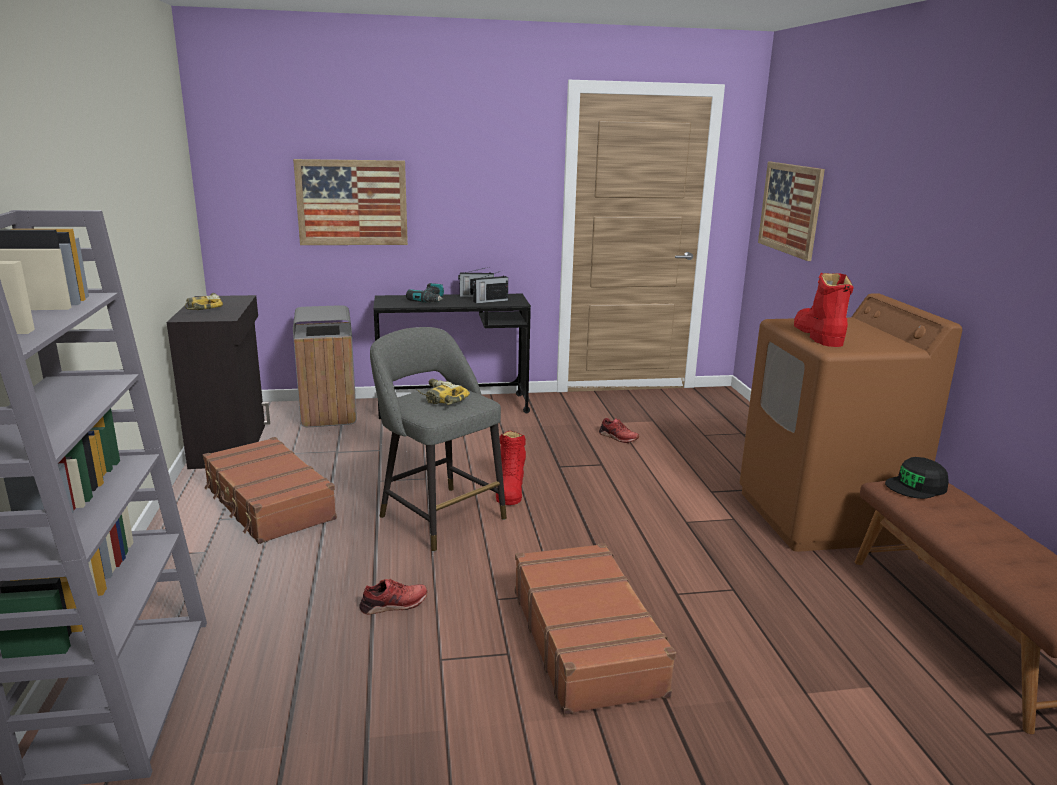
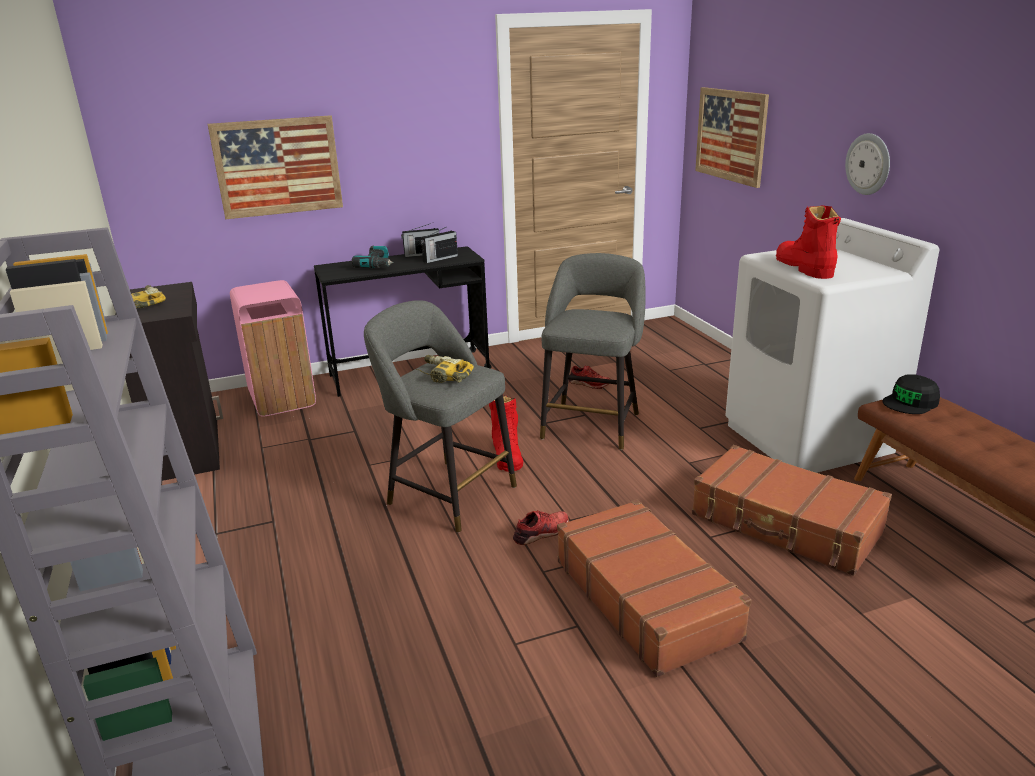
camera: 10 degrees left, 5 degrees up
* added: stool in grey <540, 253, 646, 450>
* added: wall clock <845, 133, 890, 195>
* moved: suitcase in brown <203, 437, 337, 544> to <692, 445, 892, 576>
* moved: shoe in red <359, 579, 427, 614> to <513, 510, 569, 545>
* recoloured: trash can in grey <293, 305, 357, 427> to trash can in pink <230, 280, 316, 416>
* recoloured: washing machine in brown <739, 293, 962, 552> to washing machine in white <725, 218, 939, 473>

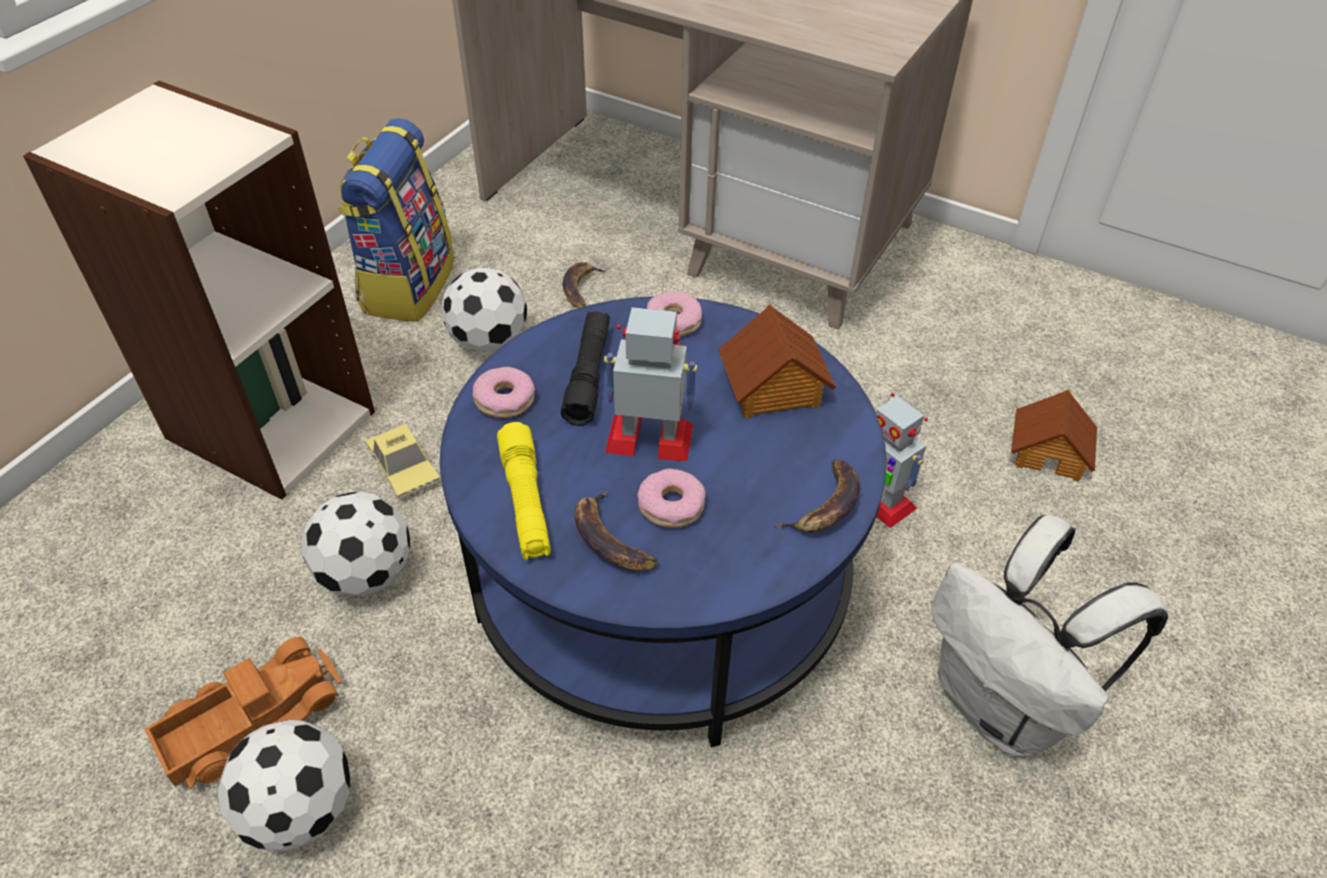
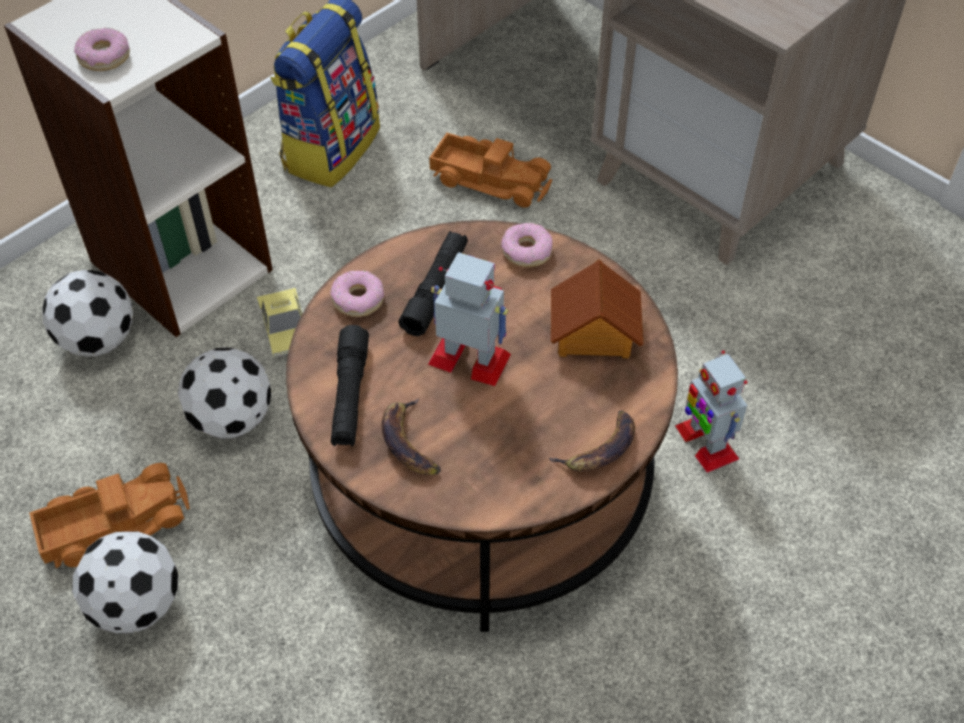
camera: 15 degrees right, 5 degrees up
* removed: backpack in white <932, 515, 1168, 757>
* removed: toy house <1011, 390, 1097, 482>
* moved: football <441, 267, 527, 352> to <42, 269, 133, 357>
* moved: donut <638, 469, 705, 528> to <74, 28, 130, 71>
* replaced: banana <563, 262, 607, 308> to toy truck <429, 133, 552, 208>
* recoloured: coffee table in blue <440, 296, 887, 747> to coffee table in brown <286, 220, 678, 632>
* recoloured: flashlight in yellow <497, 422, 551, 560> to flashlight in black <331, 325, 369, 447>

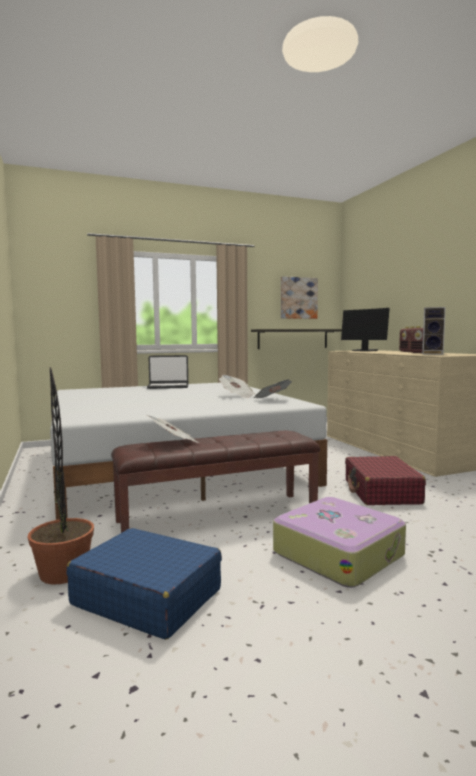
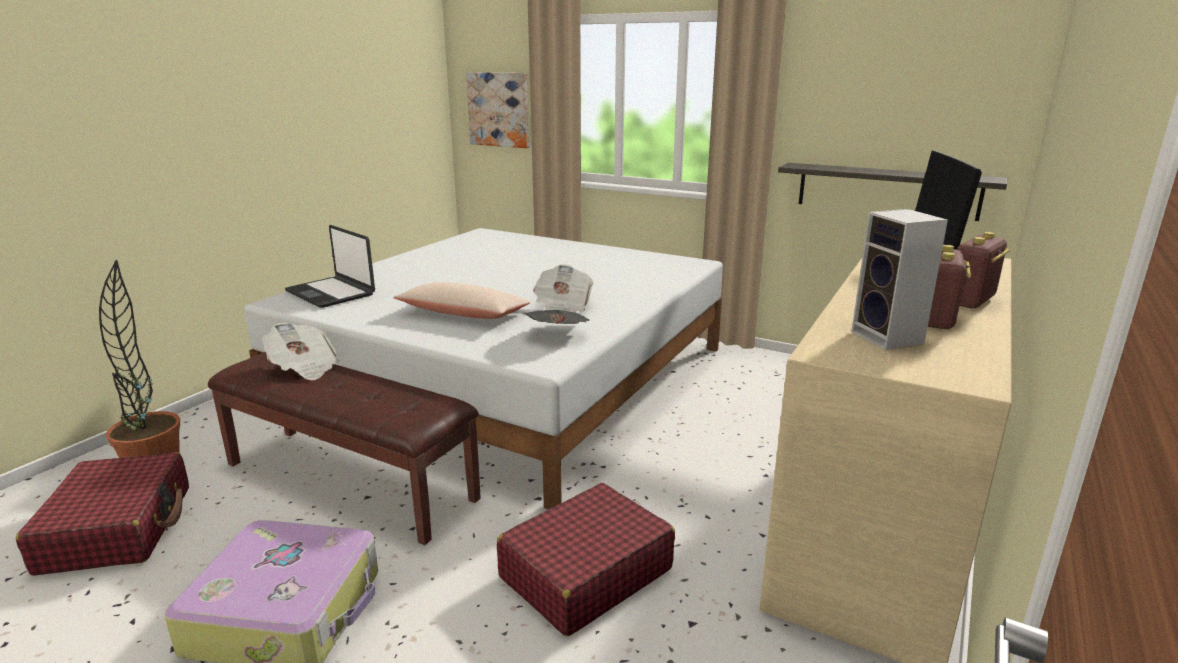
camera: 50 degrees right, 15 degrees up
* added: pillow in beige <393, 282, 531, 319>
* moved: laptop <147, 355, 188, 389> to <285, 225, 375, 308>
* moved: picture <281, 276, 318, 319> to <466, 72, 529, 148>
* recoloured: suitcase in blue <67, 528, 222, 640> to suitcase in red <16, 452, 189, 576>

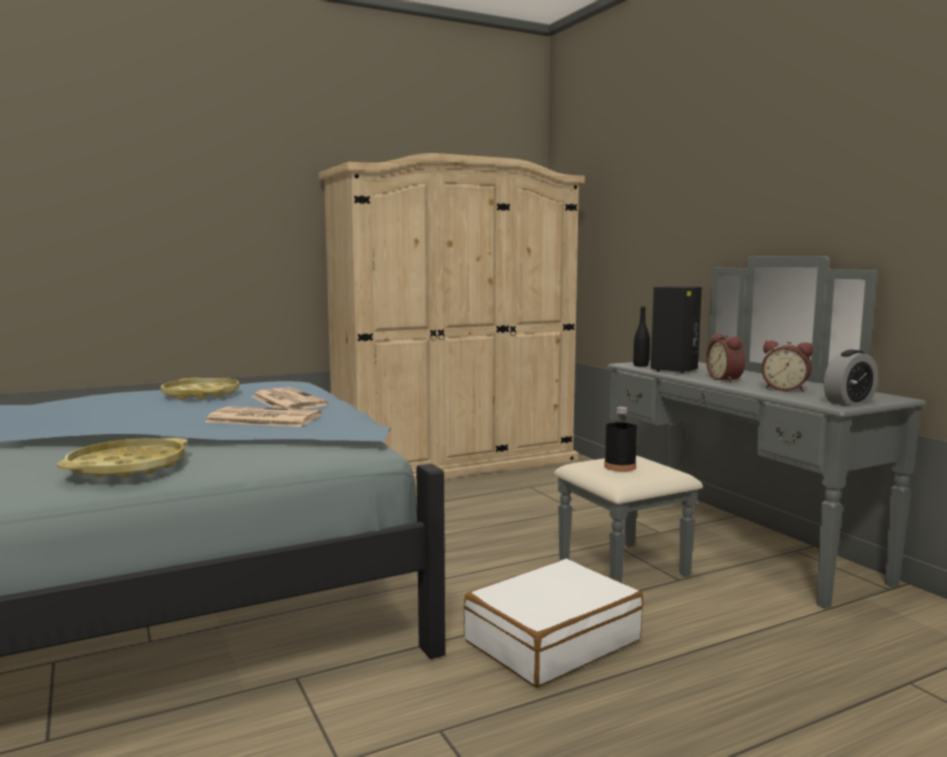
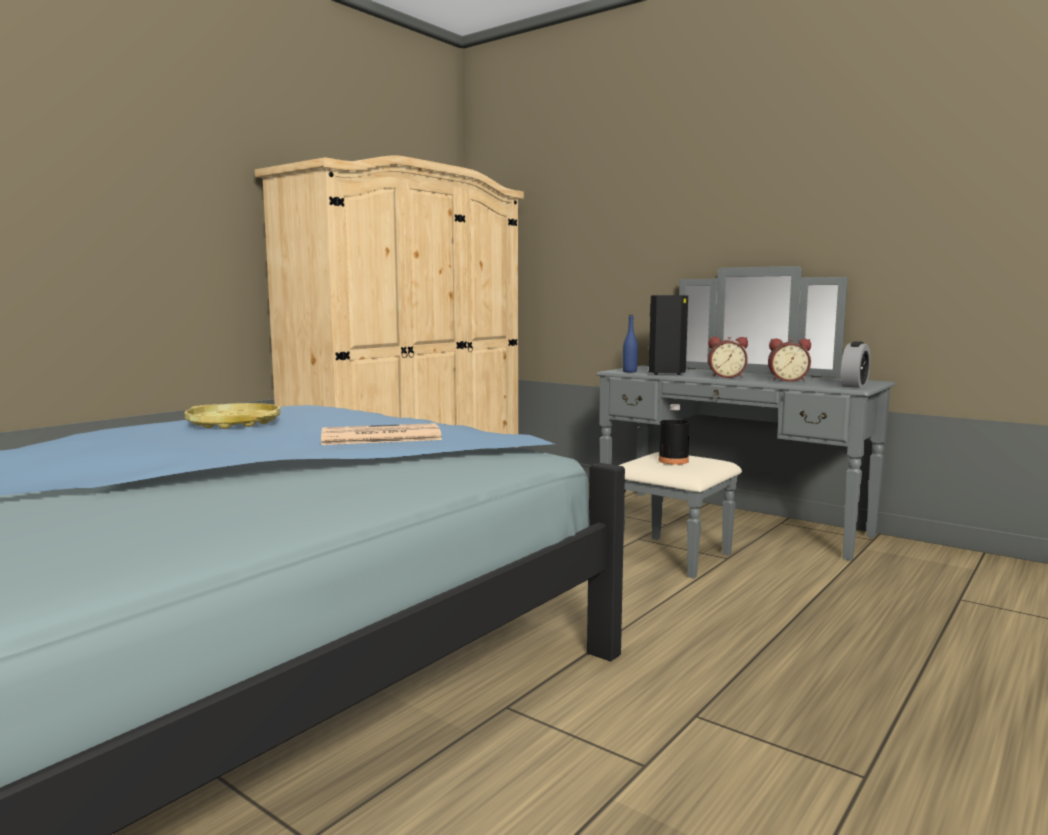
camera: 25 degrees left, 0 degrees up
* removed: tray in yellow <57, 438, 188, 478>
* removed: newspaper <252, 387, 328, 409>
* removed: suitcase in white <464, 559, 643, 687>
* recoloured: bottle in black <633, 306, 650, 367> to bottle in blue <623, 315, 638, 372>
* turned: alarm clock <706, 333, 745, 382> = <708, 337, 748, 378> 45 degrees counterclockwise

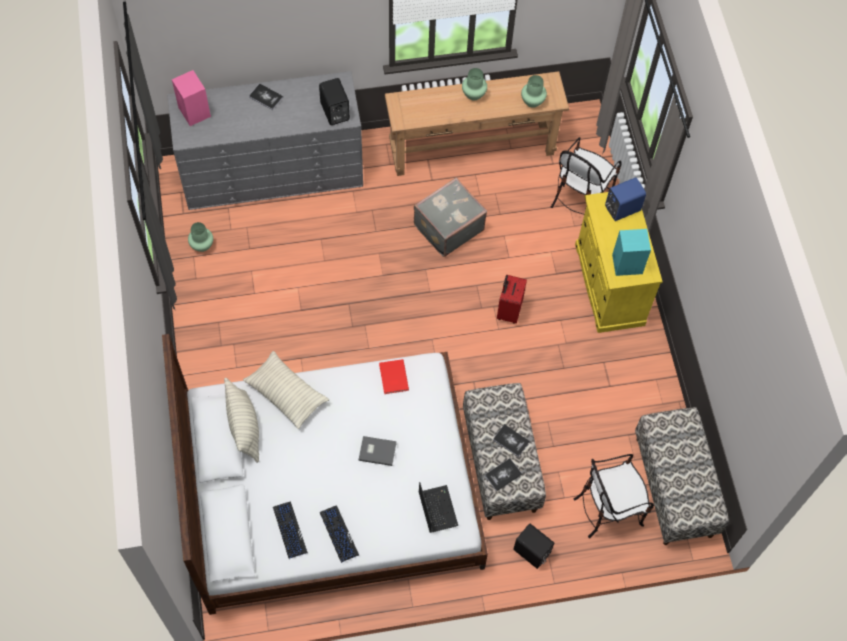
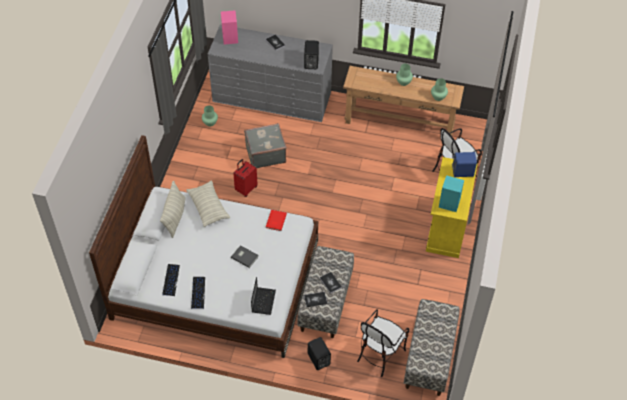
camera: 25 degrees right, 10 degrees down
* moved: suitcase in grey <414, 178, 487, 257> to <244, 123, 287, 168>
* moved: suitcase in red <497, 275, 527, 324> to <233, 159, 257, 197>
* turned: chair <573, 454, 654, 538> = <357, 309, 409, 377> 60 degrees counterclockwise

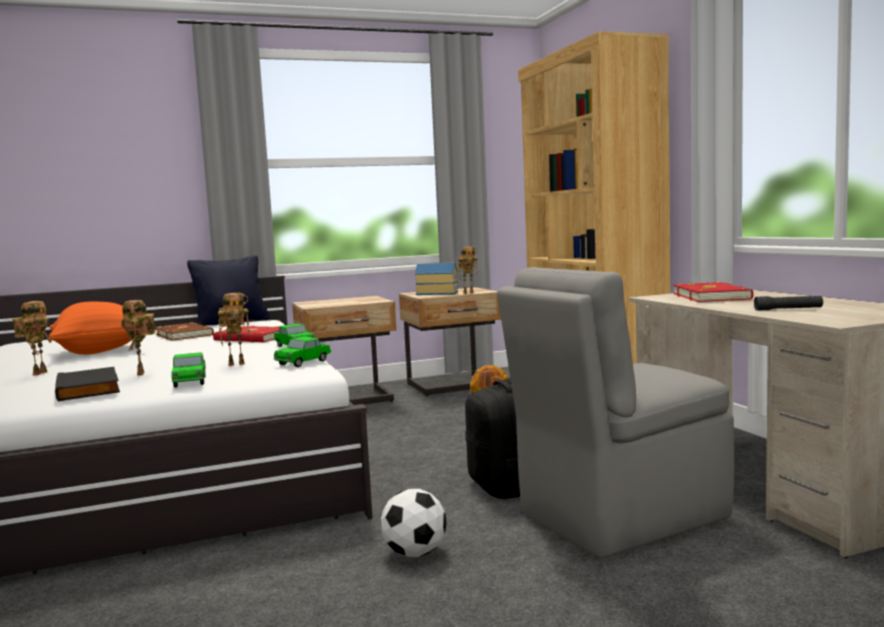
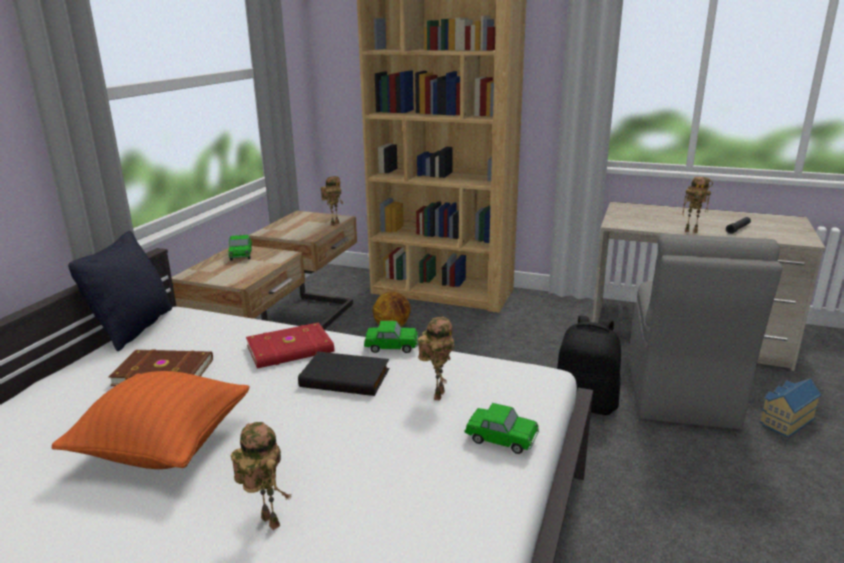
camera: 50 degrees left, 15 degrees up
* removed: football <381, 489, 447, 557>
* removed: book in red <673, 282, 754, 302>
* moved: book in black <55, 367, 120, 401> to <298, 351, 389, 396>
* moved: toy robot <121, 300, 156, 376> to <683, 177, 713, 233>
* moved: toy car <274, 337, 331, 367> to <228, 235, 252, 260>
* moved: toy house <415, 263, 458, 295> to <759, 378, 822, 438>

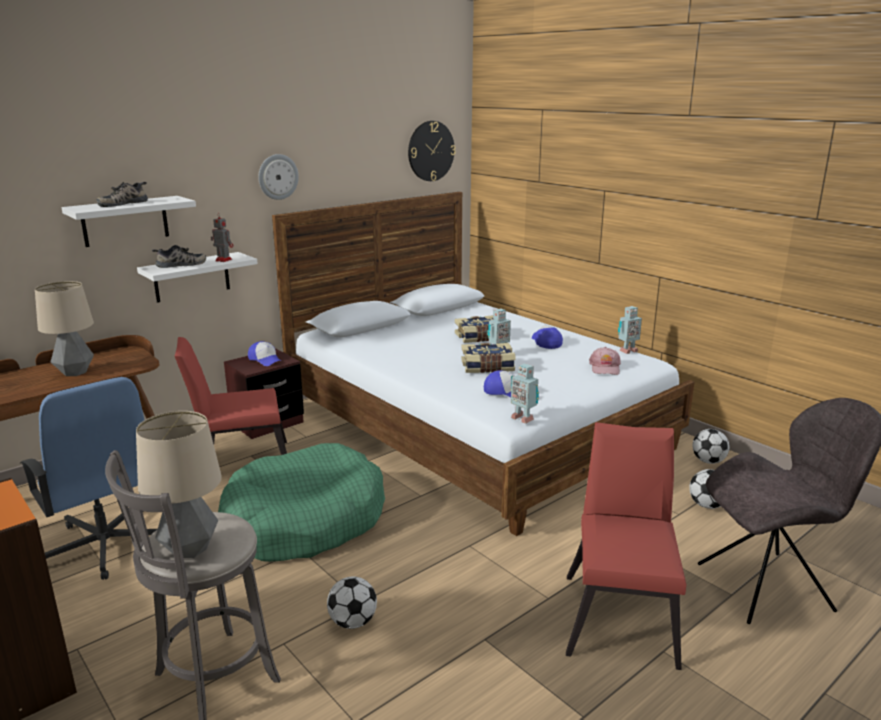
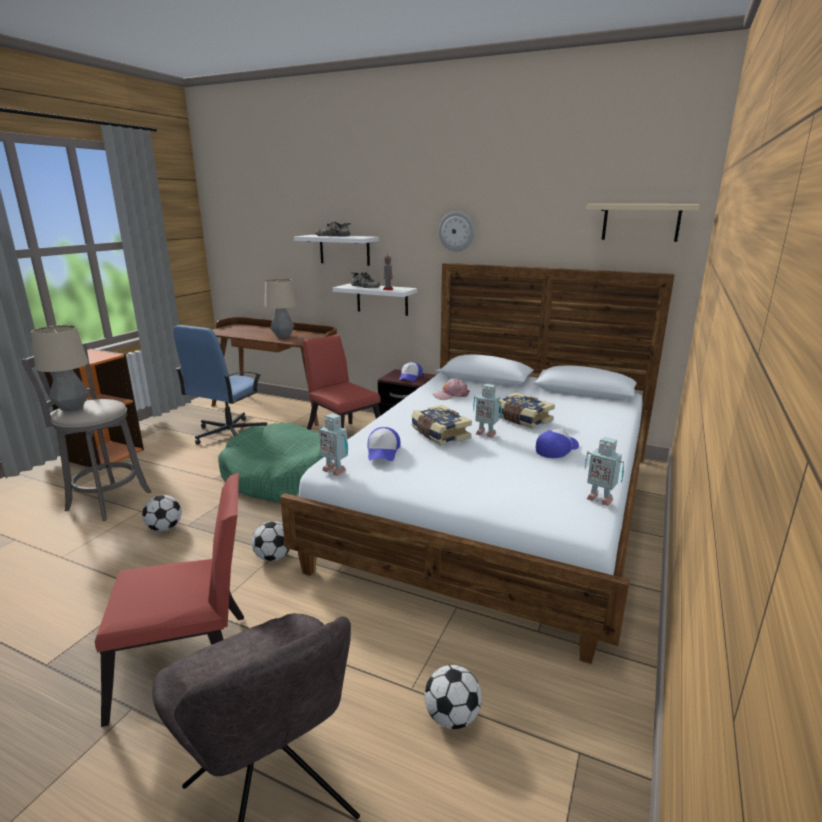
camera: 65 degrees right, 0 degrees up
* moved: cap in pink <589, 347, 621, 375> to <432, 378, 470, 400>
* moved: football <693, 429, 730, 464> to <252, 521, 290, 561>
* replaced: wall clock <408, 121, 455, 181> to shelf in beige <587, 204, 699, 242>
* turned: toy robot <511, 363, 539, 424> = <319, 413, 348, 476> 75 degrees counterclockwise

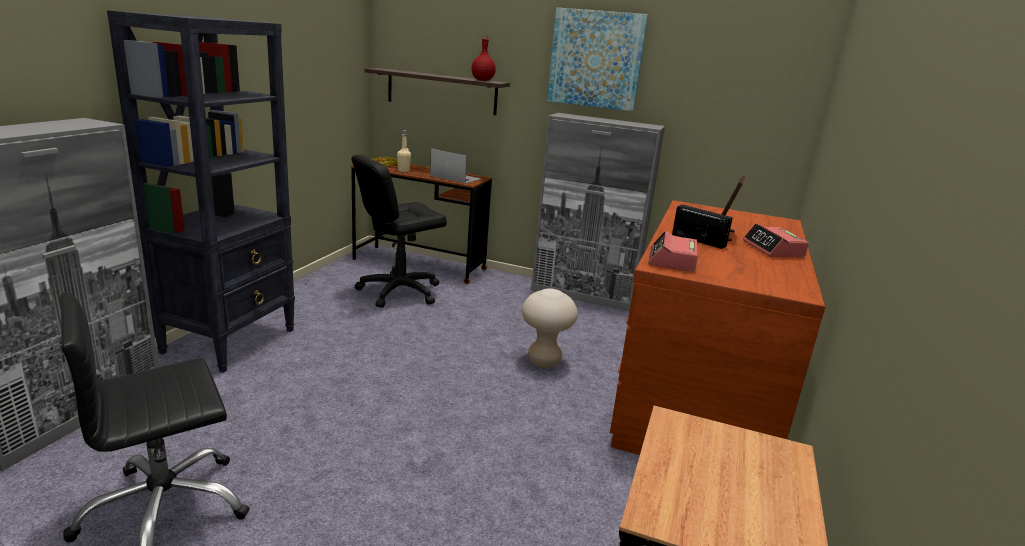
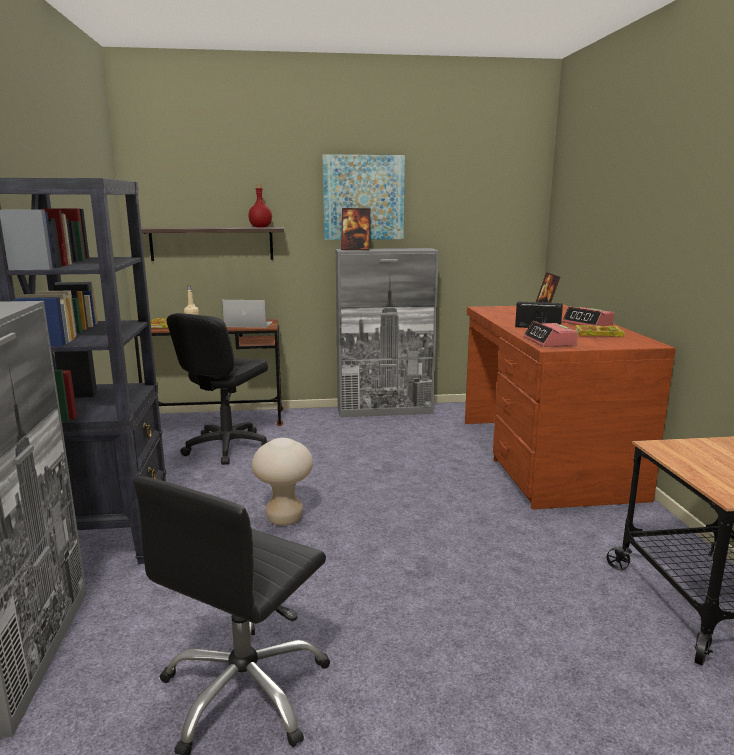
camera: 25 degrees left, 5 degrees down
* added: picture frame <341, 208, 370, 250>
* added: book <575, 325, 625, 338>
* moved: stool in beige <522, 288, 578, 368> to <252, 438, 313, 525>

